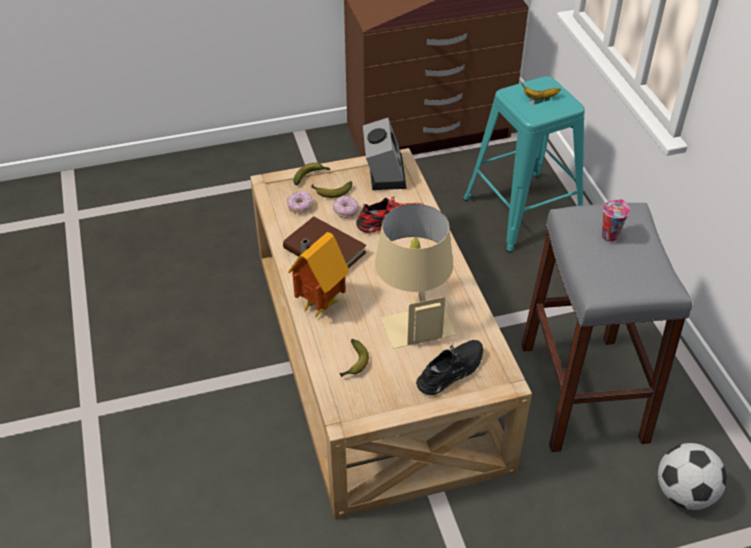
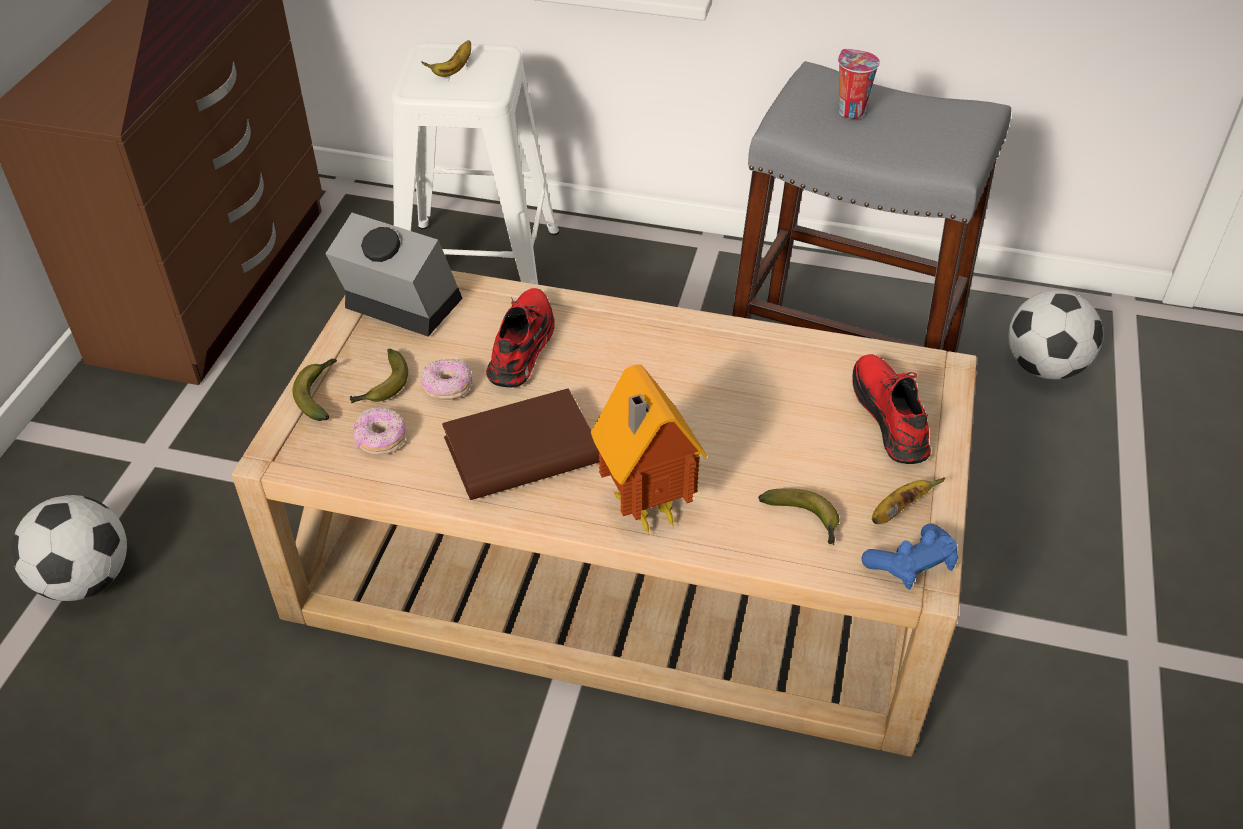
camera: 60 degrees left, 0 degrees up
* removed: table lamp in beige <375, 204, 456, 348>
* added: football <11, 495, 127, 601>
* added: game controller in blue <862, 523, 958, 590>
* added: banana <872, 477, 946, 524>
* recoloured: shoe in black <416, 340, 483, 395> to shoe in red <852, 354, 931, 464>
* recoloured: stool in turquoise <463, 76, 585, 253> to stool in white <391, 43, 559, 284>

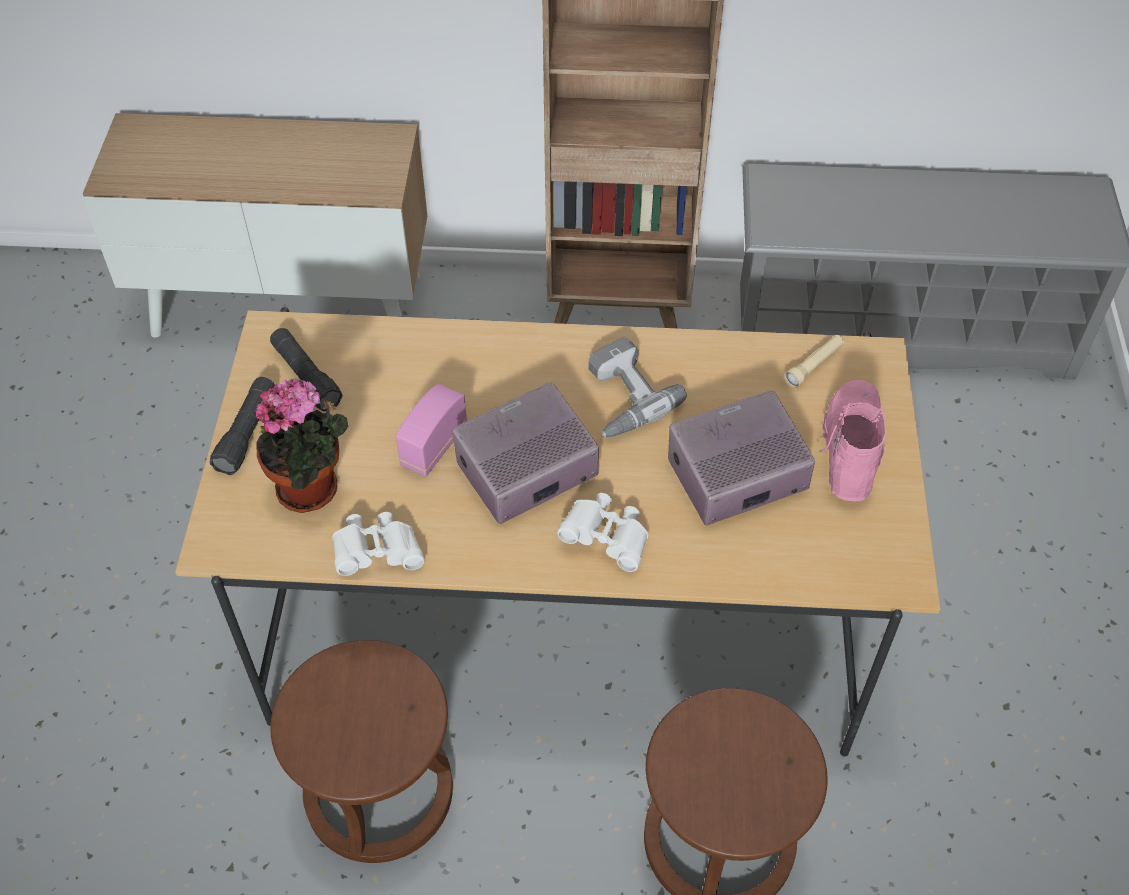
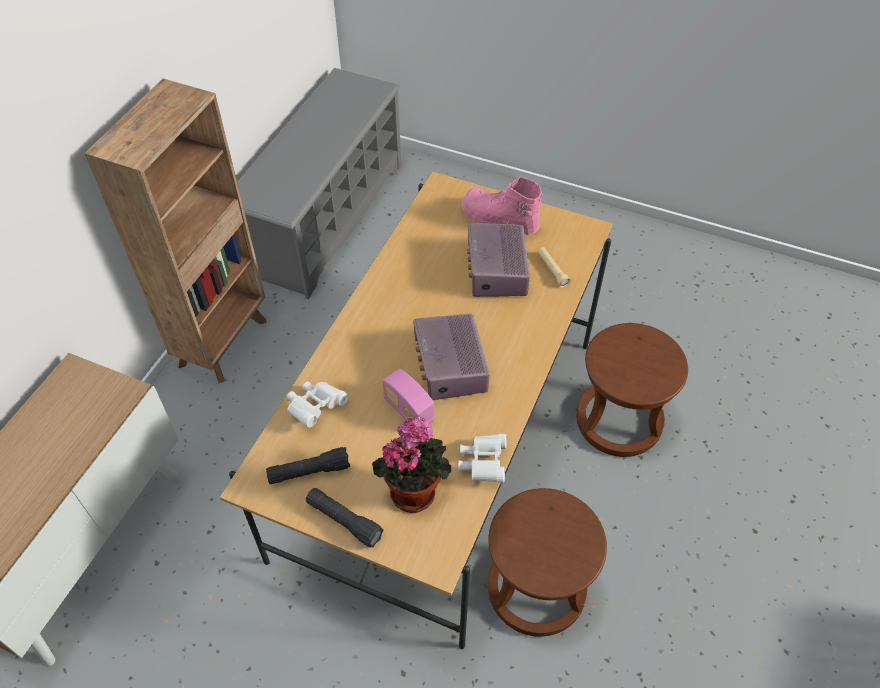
camera: 70 degrees left, 0 degrees up
* removed: power drill <588, 337, 687, 437>
* moved: binoculars in white <557, 493, 649, 572> to <287, 382, 349, 428>
* moved: flashlight in beige <784, 335, 844, 388> to <538, 247, 571, 287>

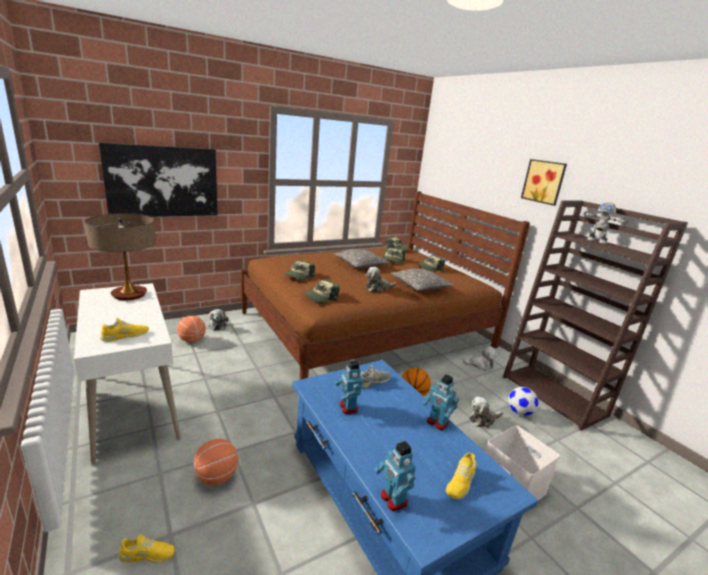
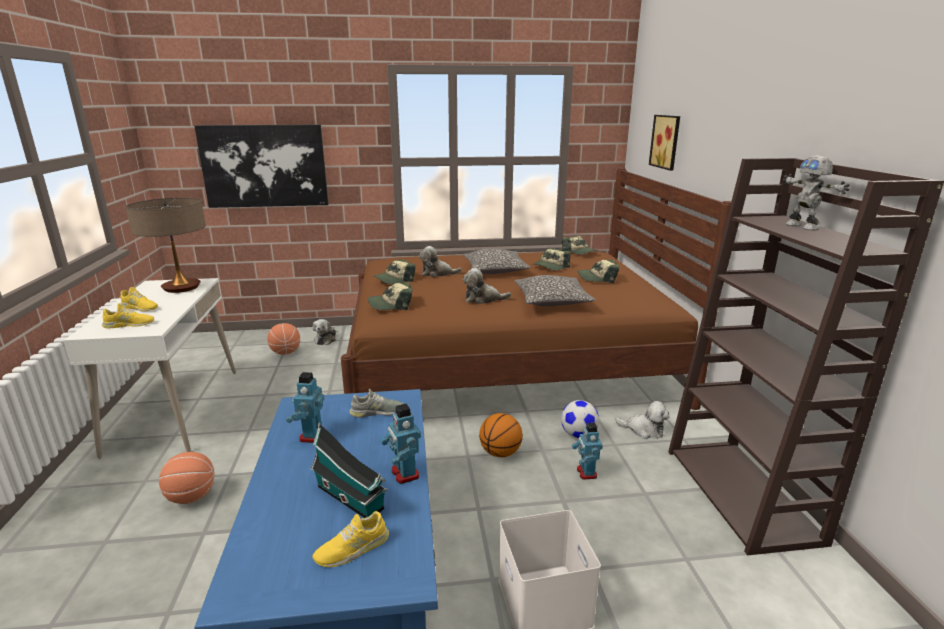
camera: 25 degrees right, 0 degrees up
* added: toy house <311, 423, 388, 518>
* moved: shoe in yellow <118, 534, 175, 563> to <120, 287, 158, 311>
* moved: toy robot <374, 441, 416, 511> to <572, 423, 603, 479>
* moved: plush toy <469, 397, 503, 428> to <419, 246, 462, 277>
* moved: football <508, 387, 538, 416> to <561, 400, 599, 438>
* moved: picture <521, 159, 567, 206> to <649, 115, 680, 171>

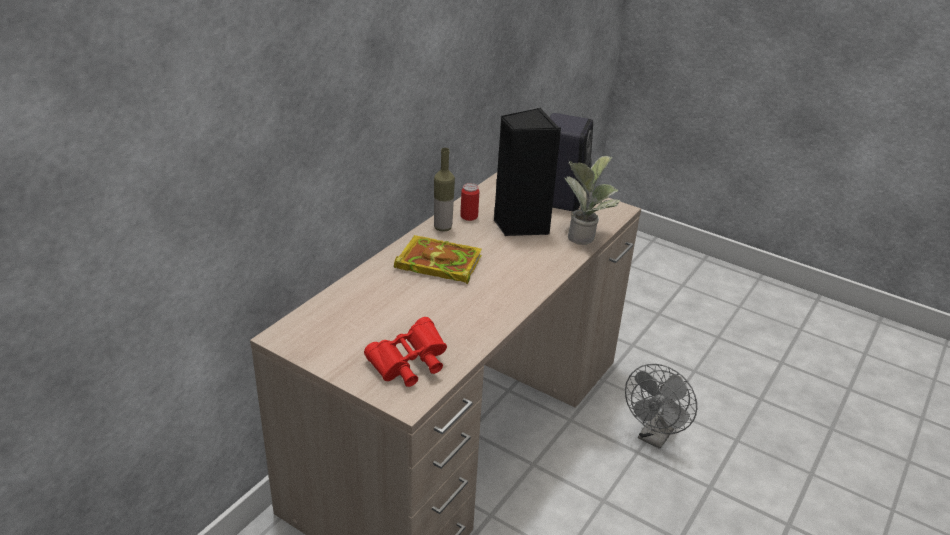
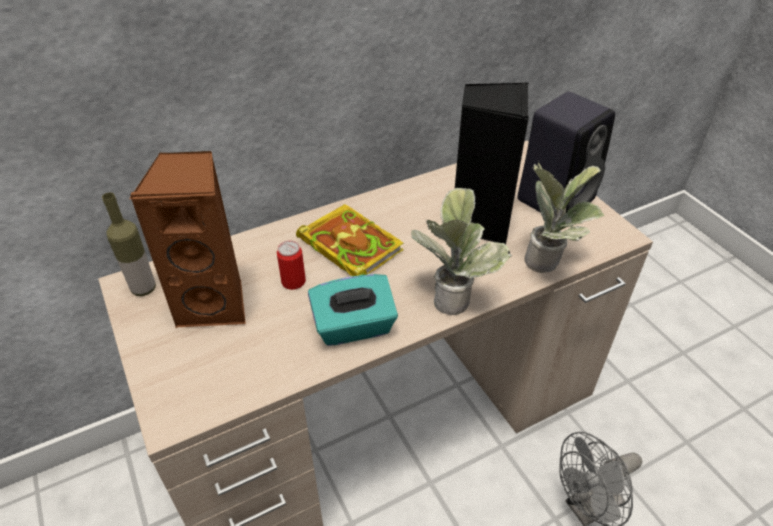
camera: 30 degrees right, 10 degrees up
* removed: binoculars in red <364, 317, 447, 387>
* added: speaker in brown <129, 151, 246, 328>
* added: tissue box in turquoise <308, 274, 398, 346>
* added: potted plant <411, 188, 512, 315>
* moved: bottle <434, 148, 455, 232> to <102, 192, 156, 296>
* moved: can <460, 183, 479, 221> to <277, 240, 306, 290>

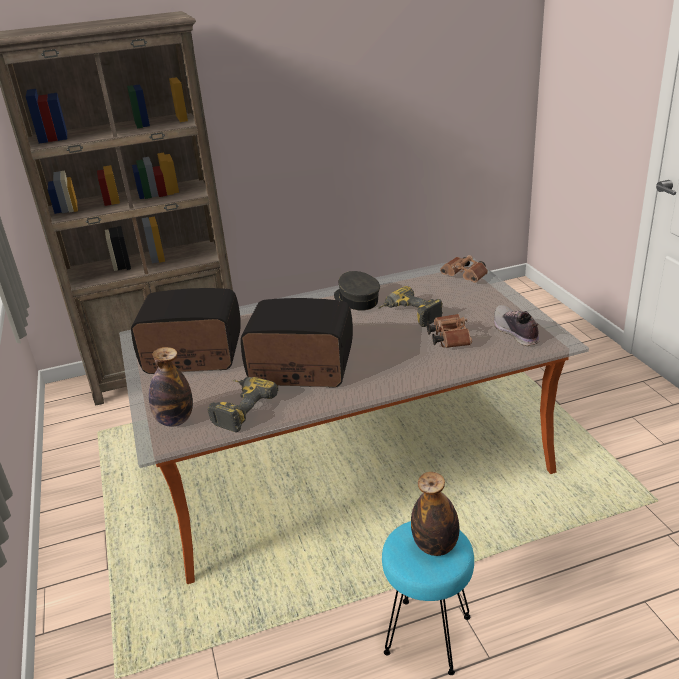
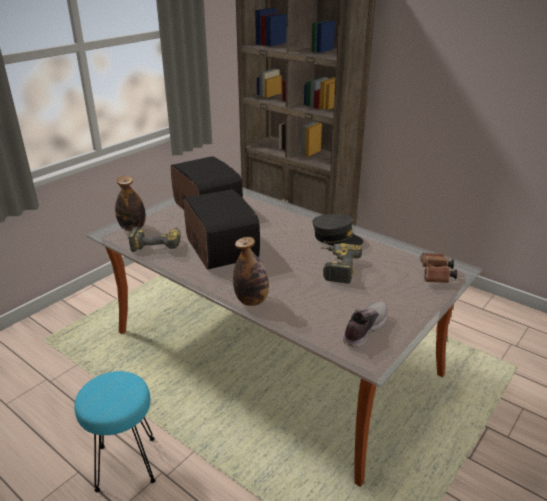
camera: 55 degrees right, 0 degrees up
* removed: binoculars in brown <427, 314, 472, 348>
* moved: bottle <411, 472, 459, 556> to <233, 237, 269, 306>
* turned: cap in grey <334, 271, 380, 310> = <312, 214, 363, 246> 90 degrees clockwise

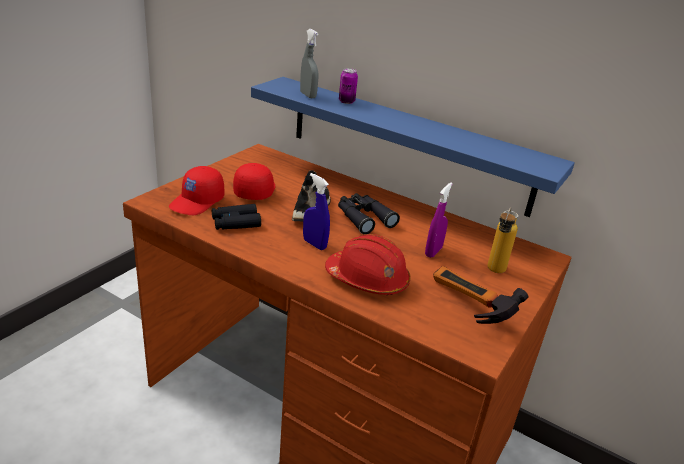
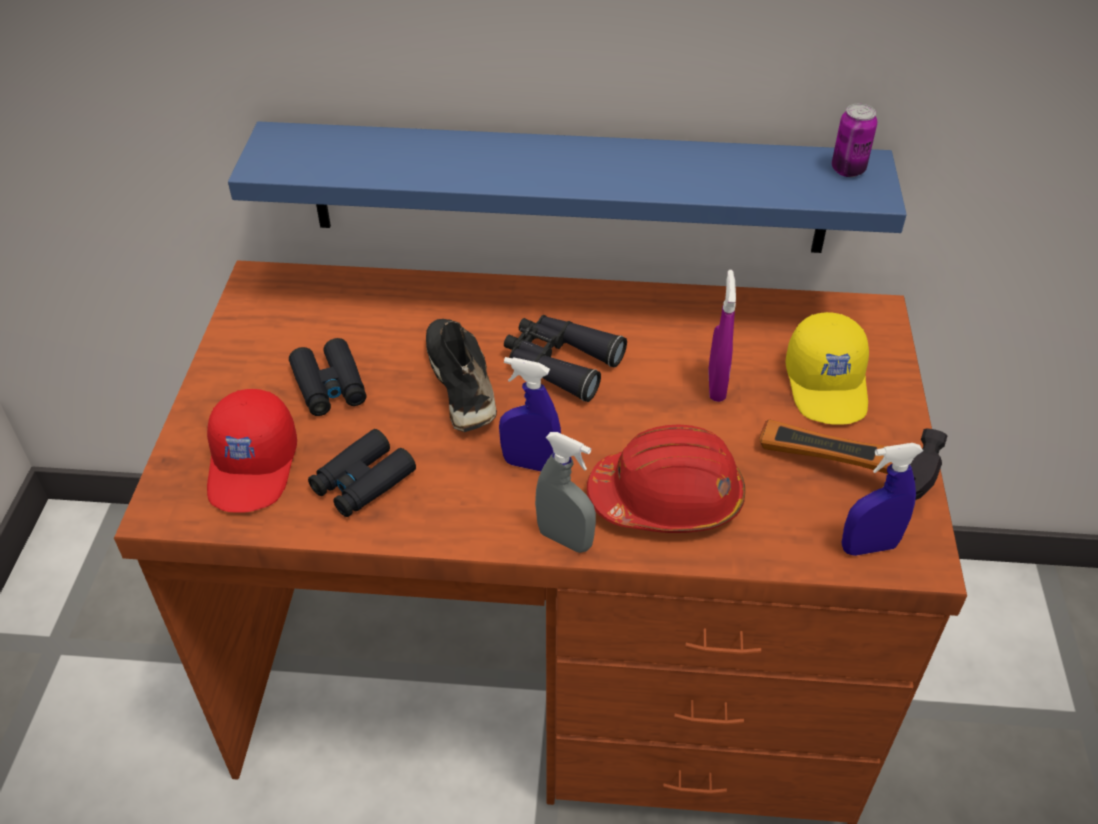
camera: 25 degrees left, 15 degrees up
* added: spray bottle in blue <841, 443, 923, 556>
* moved: spray bottle in grey <300, 29, 319, 98> to <535, 432, 596, 553>
* moved: can <339, 68, 358, 104> to <832, 104, 877, 177>
* replaced: cap in red <233, 163, 276, 200> to binoculars in black <289, 338, 367, 416>
* replaced: bottle <487, 208, 519, 273> to cap in yellow <785, 312, 869, 425>

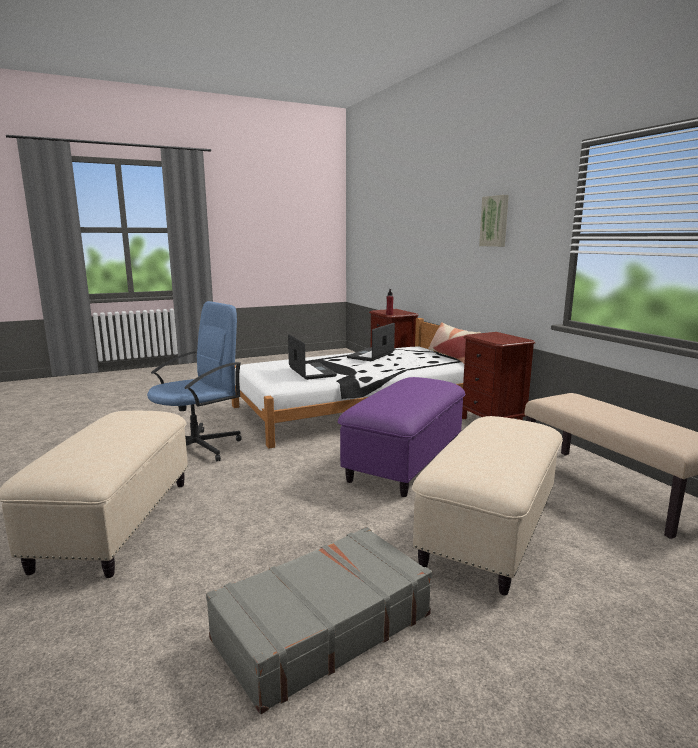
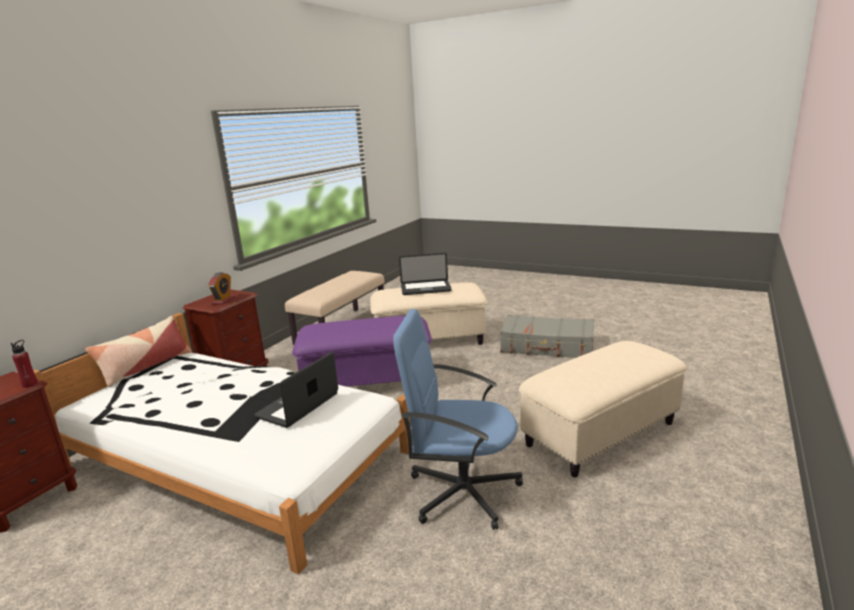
camera: 125 degrees left, 5 degrees up
* removed: picture <479, 195, 509, 247>
* added: alarm clock <208, 272, 235, 305>
* moved: laptop <347, 323, 395, 361> to <399, 253, 452, 295>

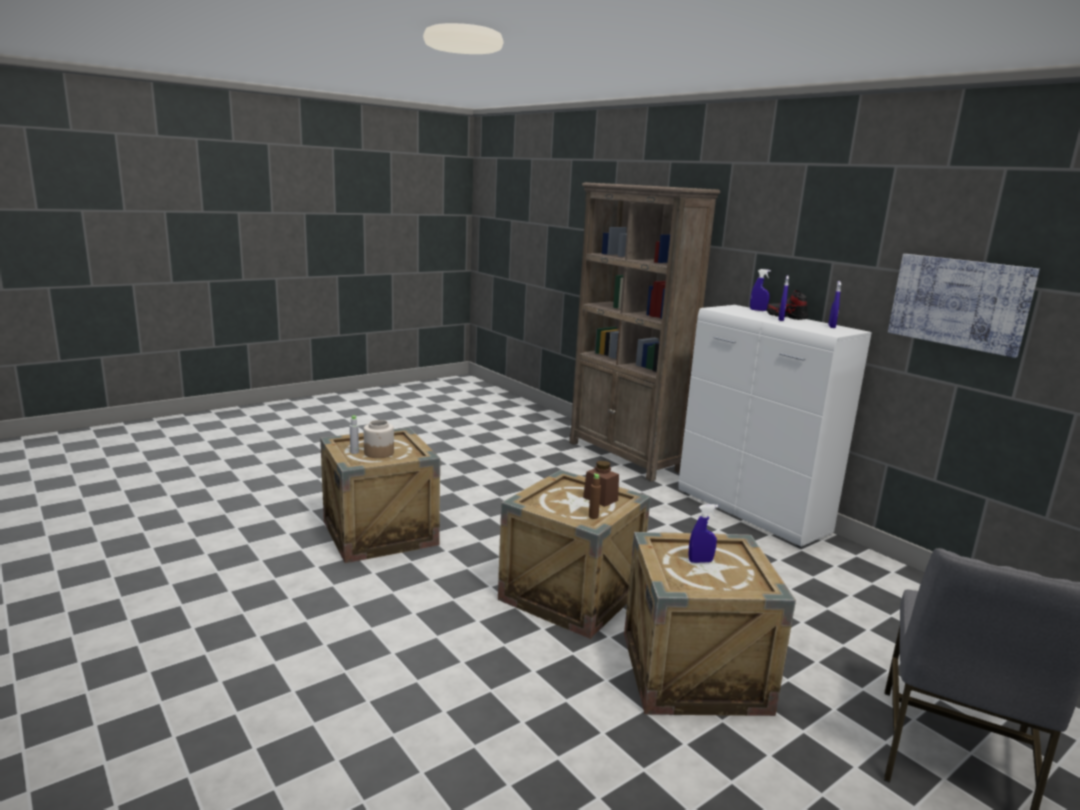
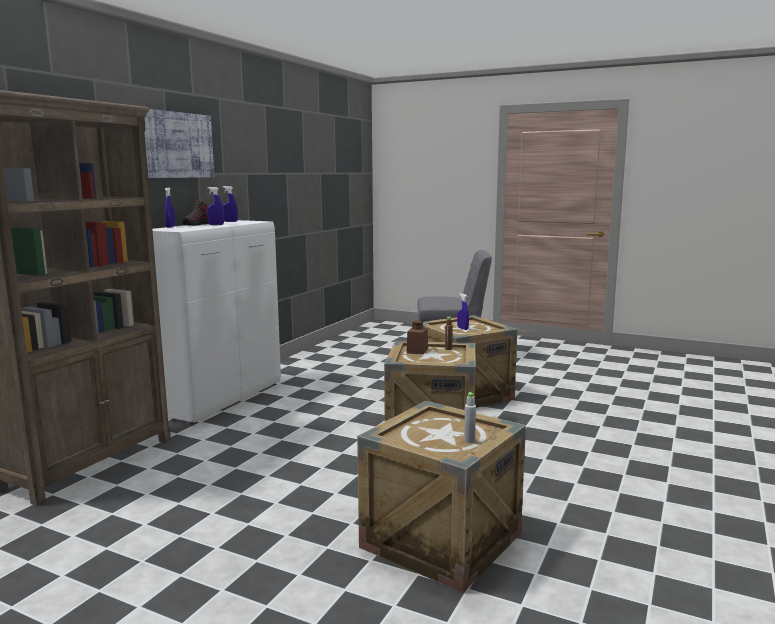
camera: 115 degrees left, 5 degrees down
* removed: jar <363, 420, 394, 458>
* moved: picture <888, 254, 1040, 358> to <145, 109, 214, 178>

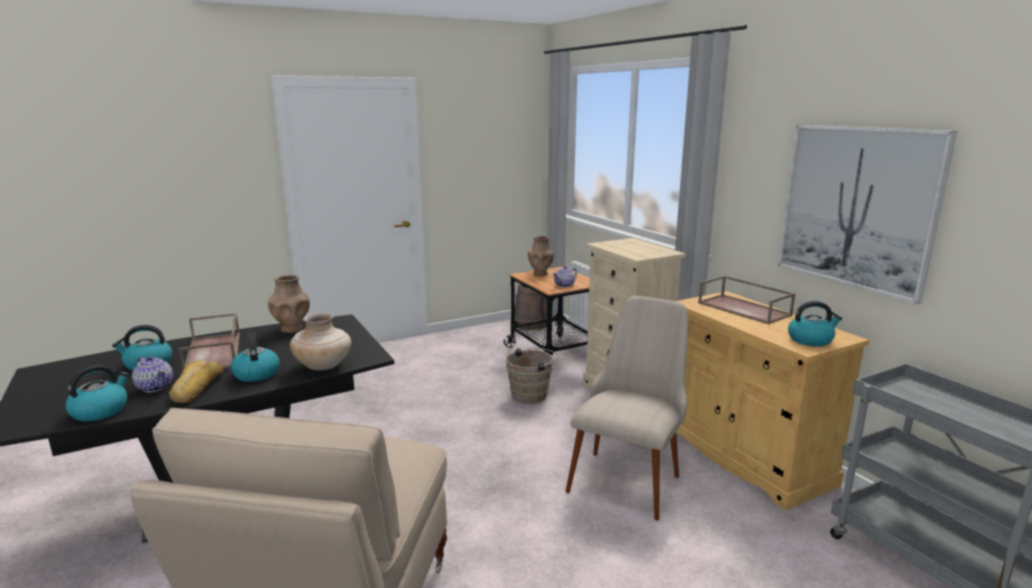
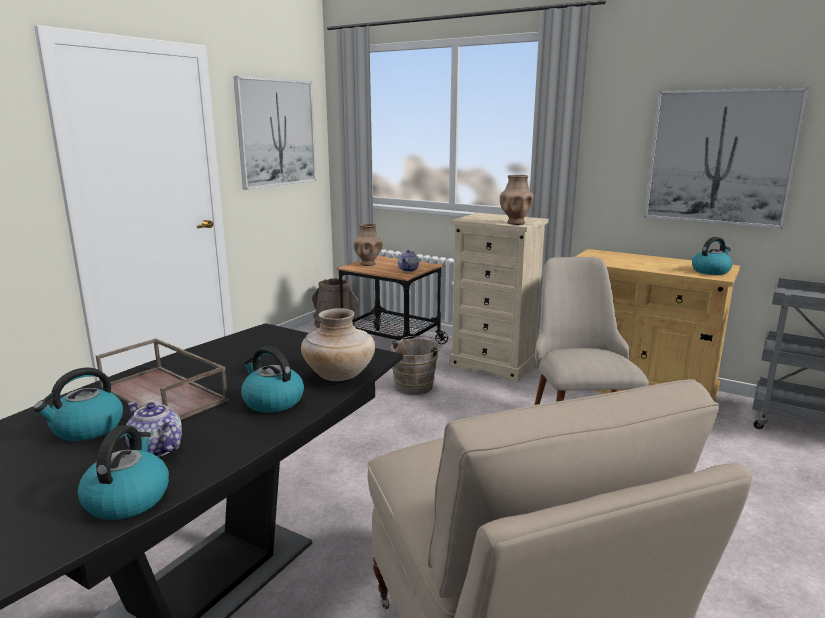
camera: 30 degrees left, 0 degrees up
* removed: bread <169, 360, 223, 403>
* removed: tray in brown <698, 276, 796, 324>
* added: picture <233, 76, 316, 190>
* moved: vase in brown <268, 275, 310, 333> to <500, 175, 534, 225>
* turned: teapot <132, 356, 173, 392> = <125, 402, 182, 457> 150 degrees counterclockwise

